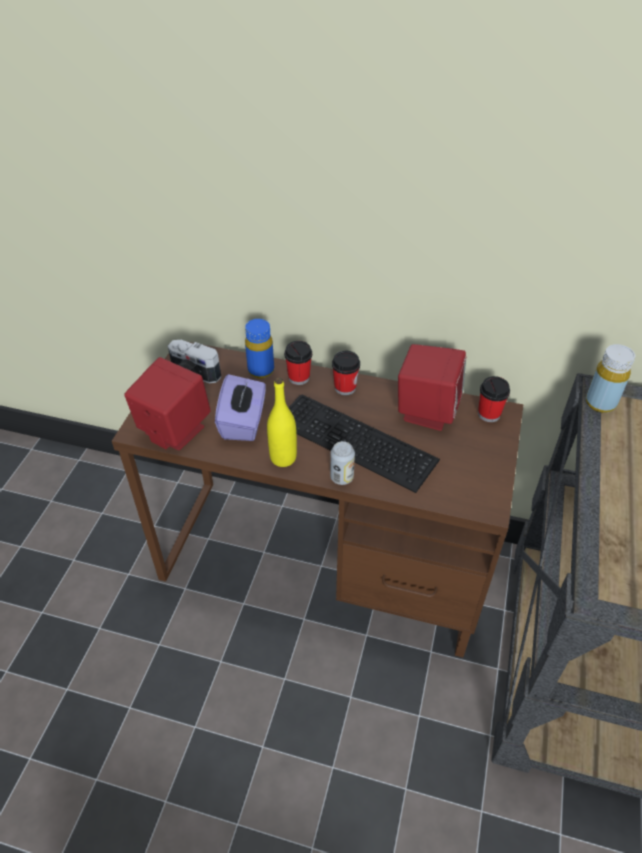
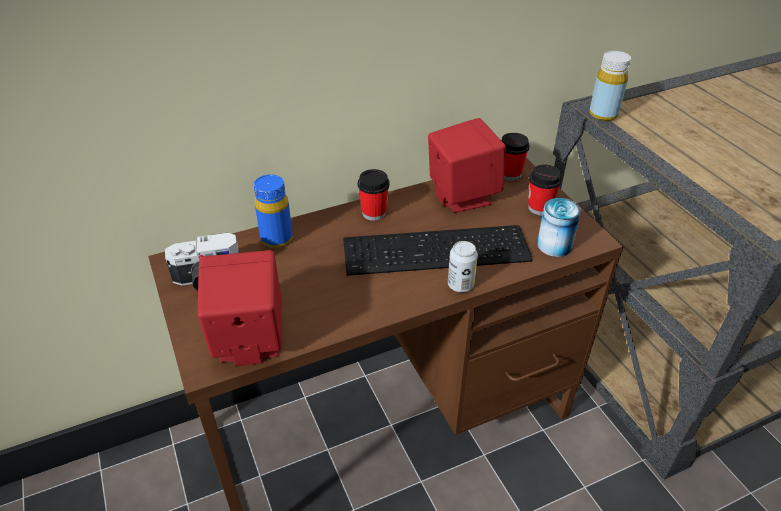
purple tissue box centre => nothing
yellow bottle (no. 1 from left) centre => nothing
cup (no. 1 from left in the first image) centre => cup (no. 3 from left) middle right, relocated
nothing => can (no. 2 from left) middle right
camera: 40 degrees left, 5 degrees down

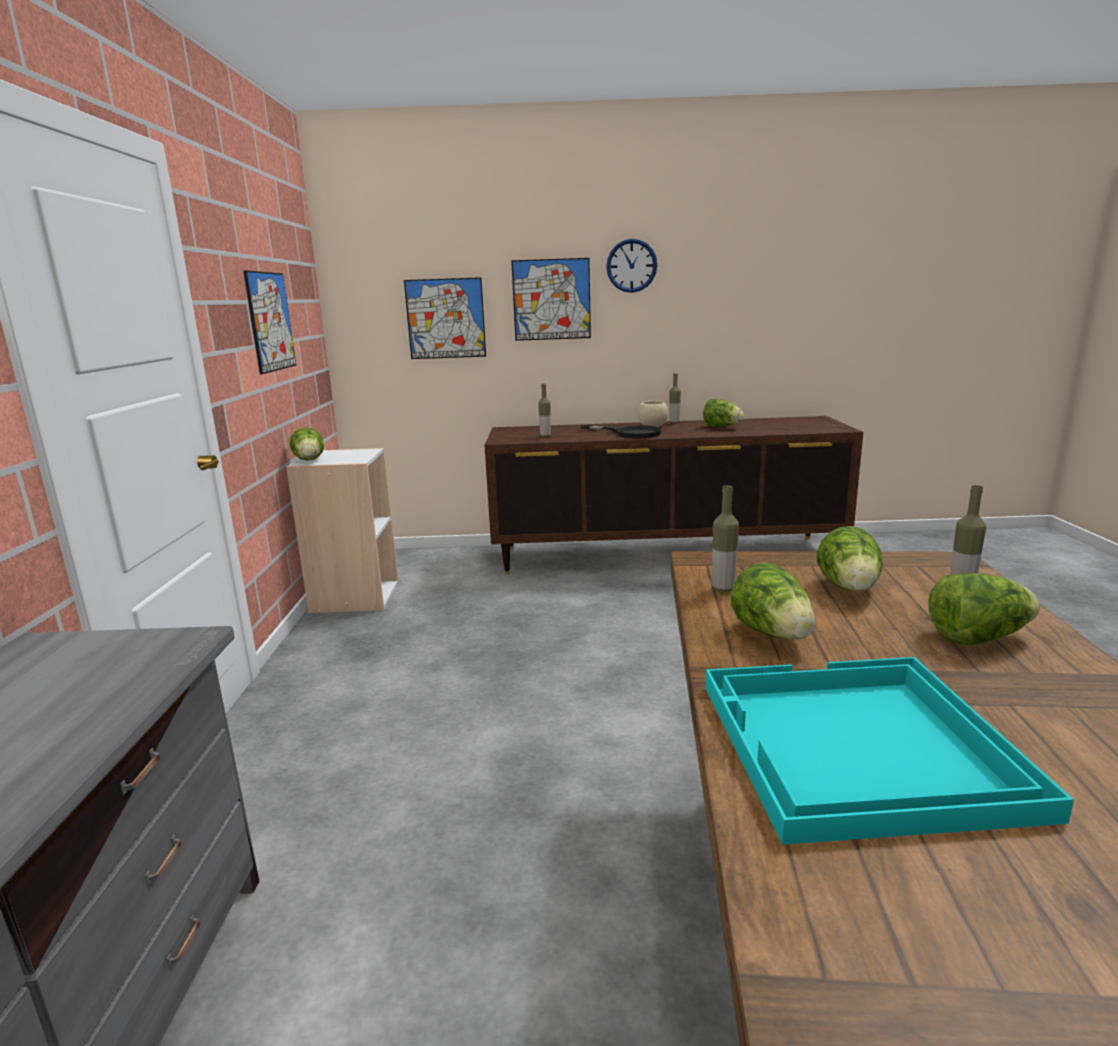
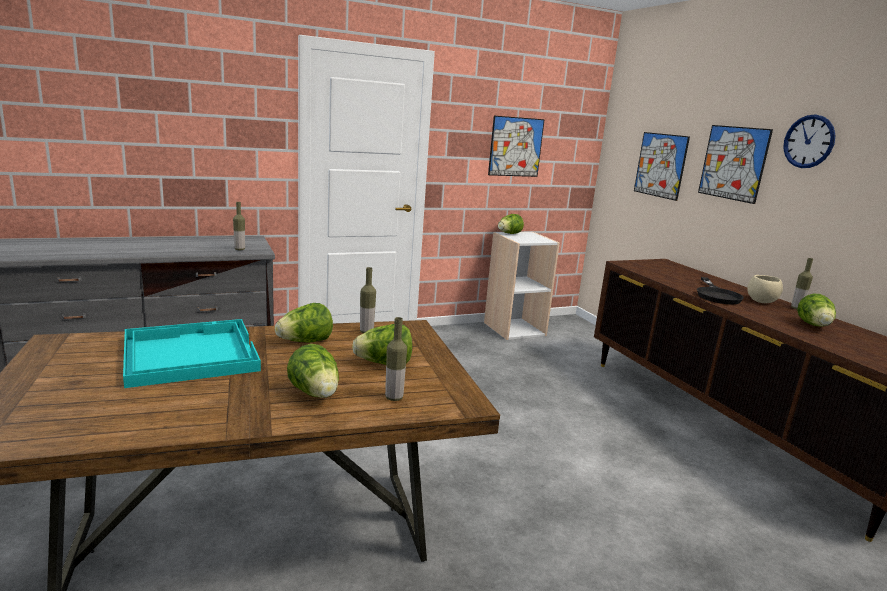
bottle (no. 1 from left) centre => bottle (no. 1 from left) middle left, relocated
camera: 65 degrees right, 0 degrees up

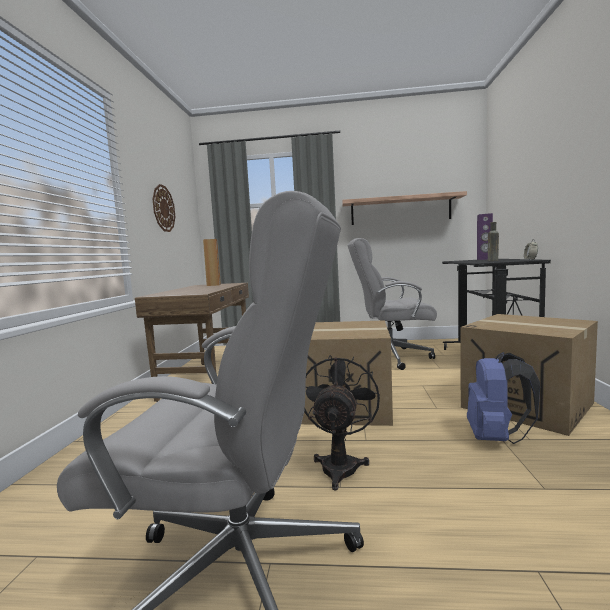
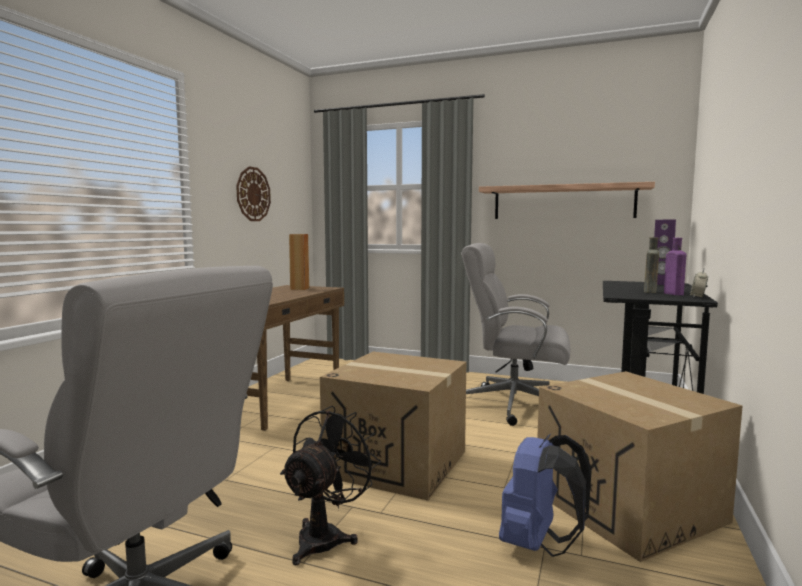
nothing => purple bottle middle right
camera: 15 degrees right, 0 degrees up

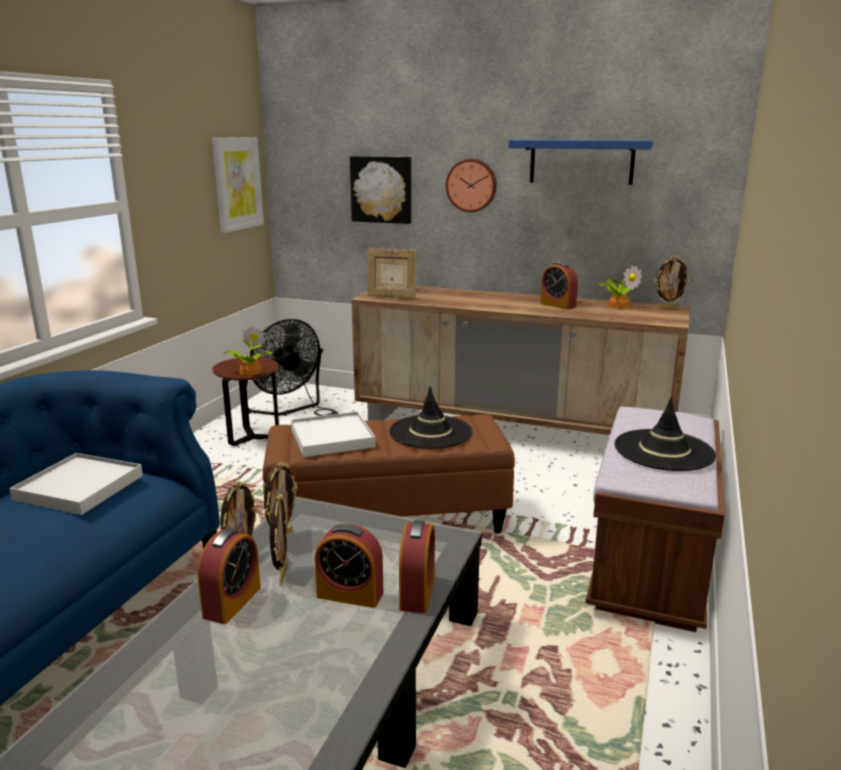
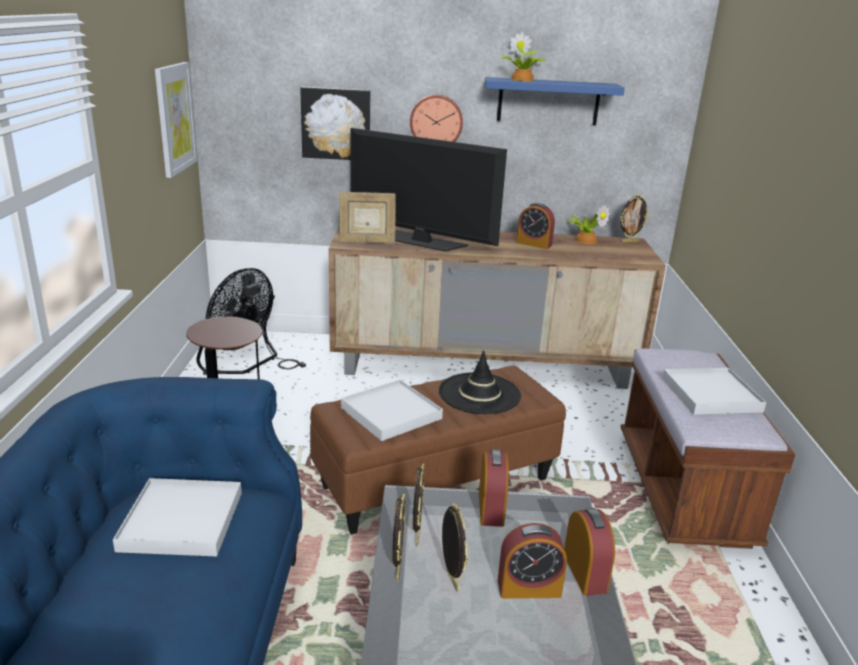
alarm clock (no. 1 from left) bottom left => alarm clock (no. 1 from left) bottom centre, relocated
potted plant (no. 1 from left) middle left => potted plant (no. 1 from left) top centre, relocated
black hat (no. 2 from left) middle right => white tray (no. 3 from left) middle right
nothing => television top centre
camera: 20 degrees left, 5 degrees up

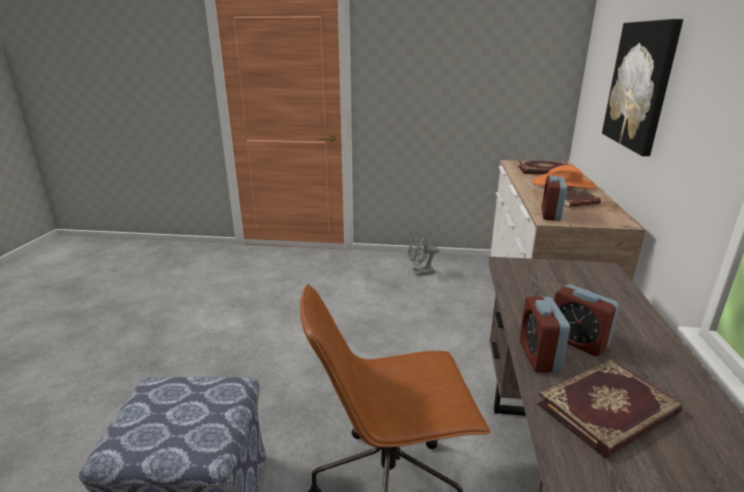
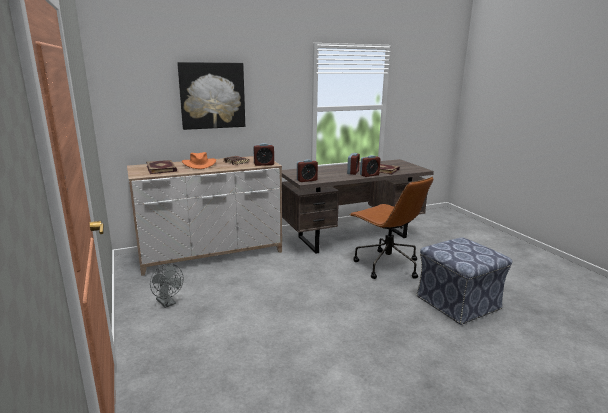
nothing => alarm clock (no. 2 from left) centre
camera: 120 degrees left, 5 degrees down

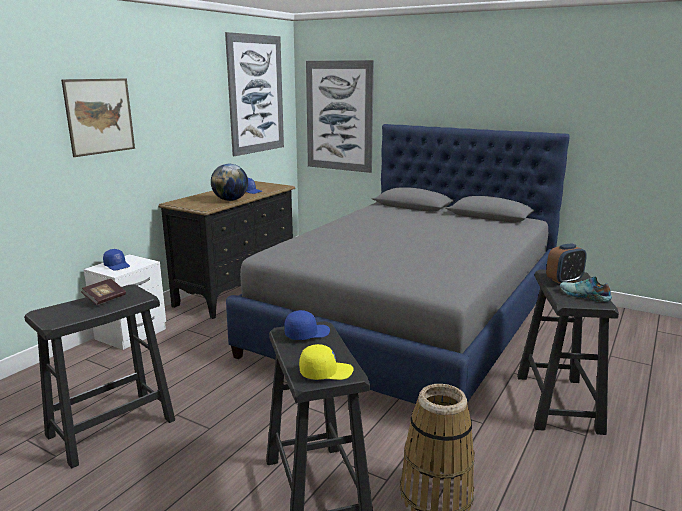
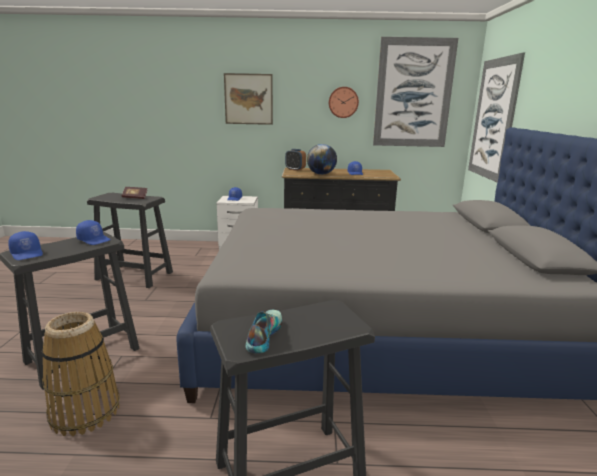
yellow cap bottom centre => blue cap (no. 1 from left) middle left
alarm clock middle right => alarm clock centre, relocated
nothing => wall clock top centre
camera: 60 degrees right, 0 degrees up

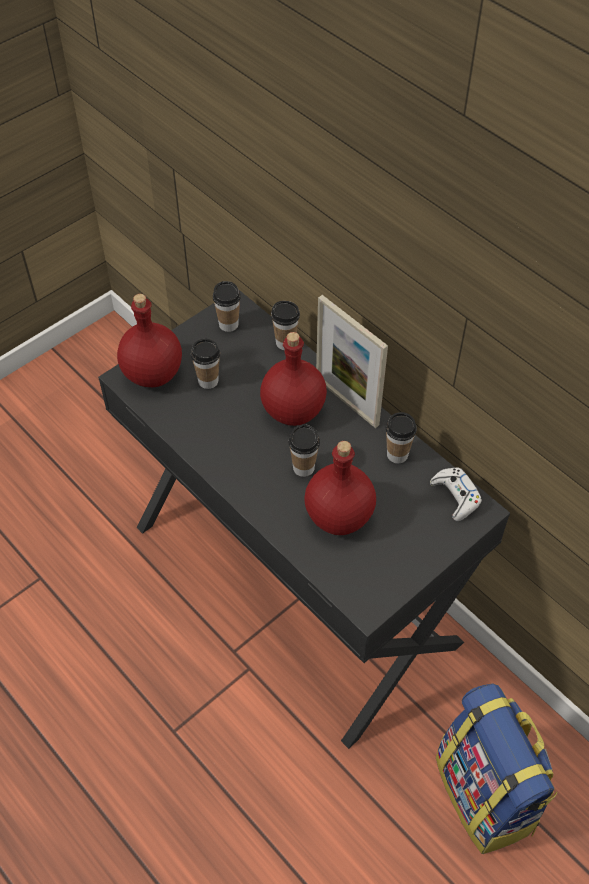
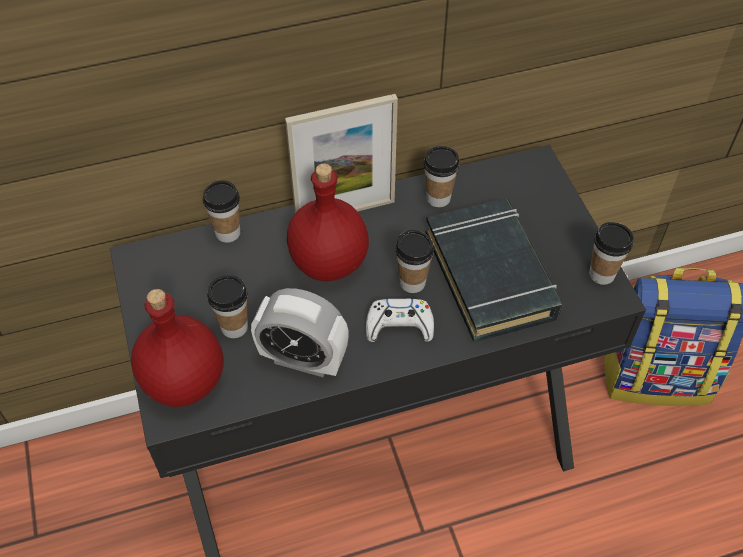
cup (no. 2 from left in the first image) centre => cup (no. 5 from left) middle right, relocated
red bottle (no. 3 from left) centre => black book centre
white game controller middle right => white game controller centre, relocated
nothing => alarm clock centre
camera: 65 degrees left, 0 degrees up

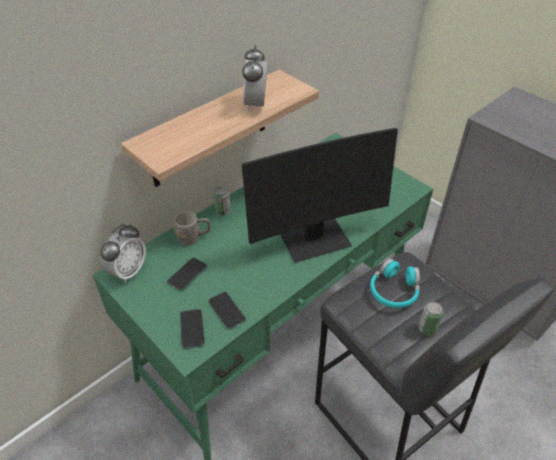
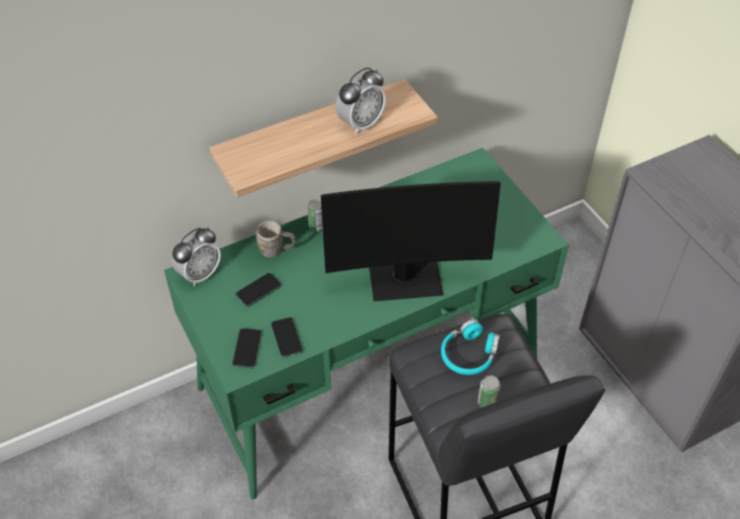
alarm clock (no. 2 from left) top centre, 150 degrees counterclockwise
camera: 15 degrees right, 5 degrees up

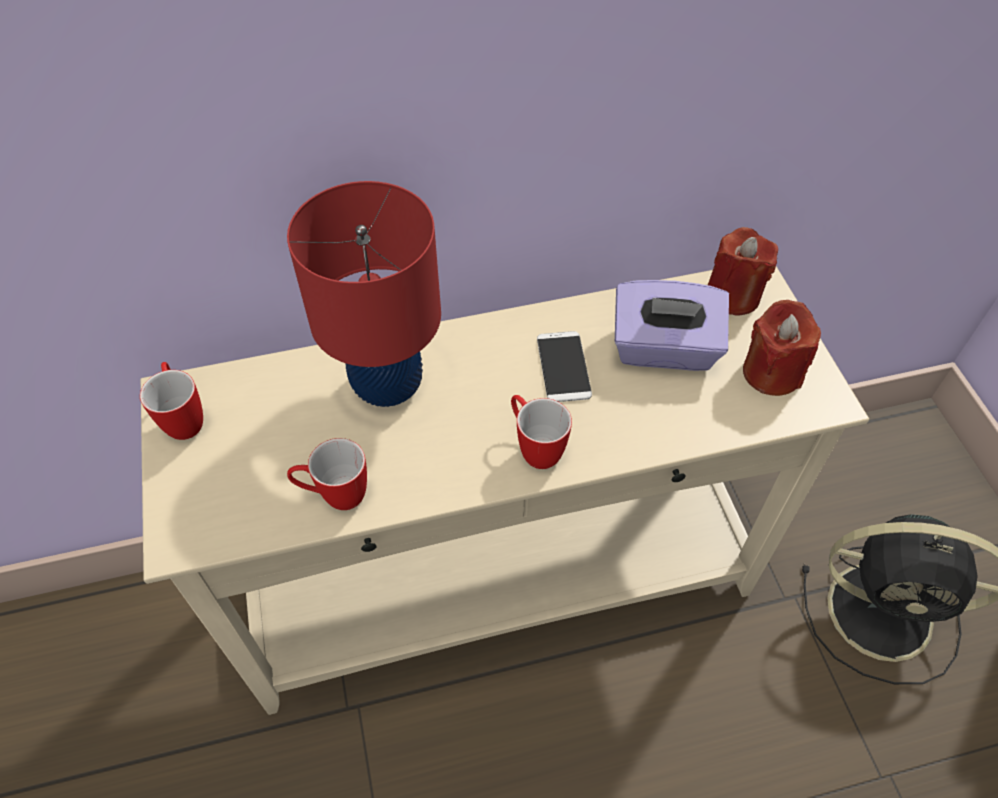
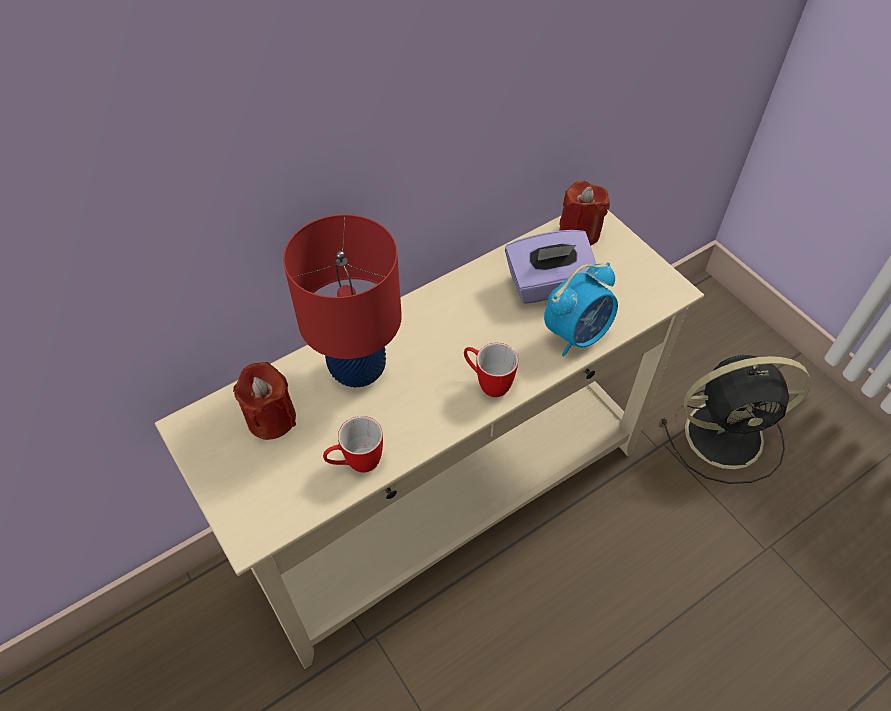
mug (no. 1 from left) middle left => nothing
phone centre => nothing
red candle (no. 2 from left in the first image) middle right => red candle (no. 1 from left) middle left, relocated
nothing => alarm clock centre
camera: 20 degrees left, 0 degrees up

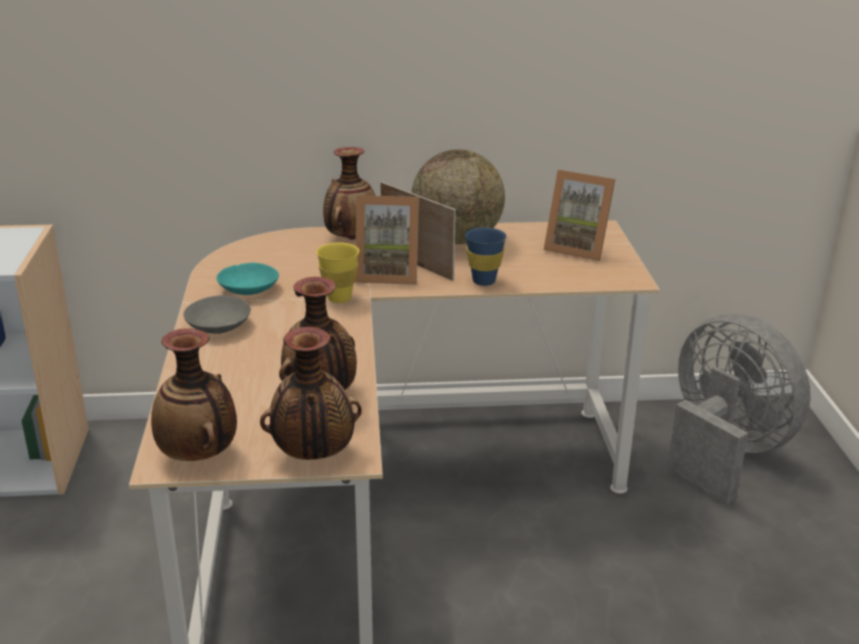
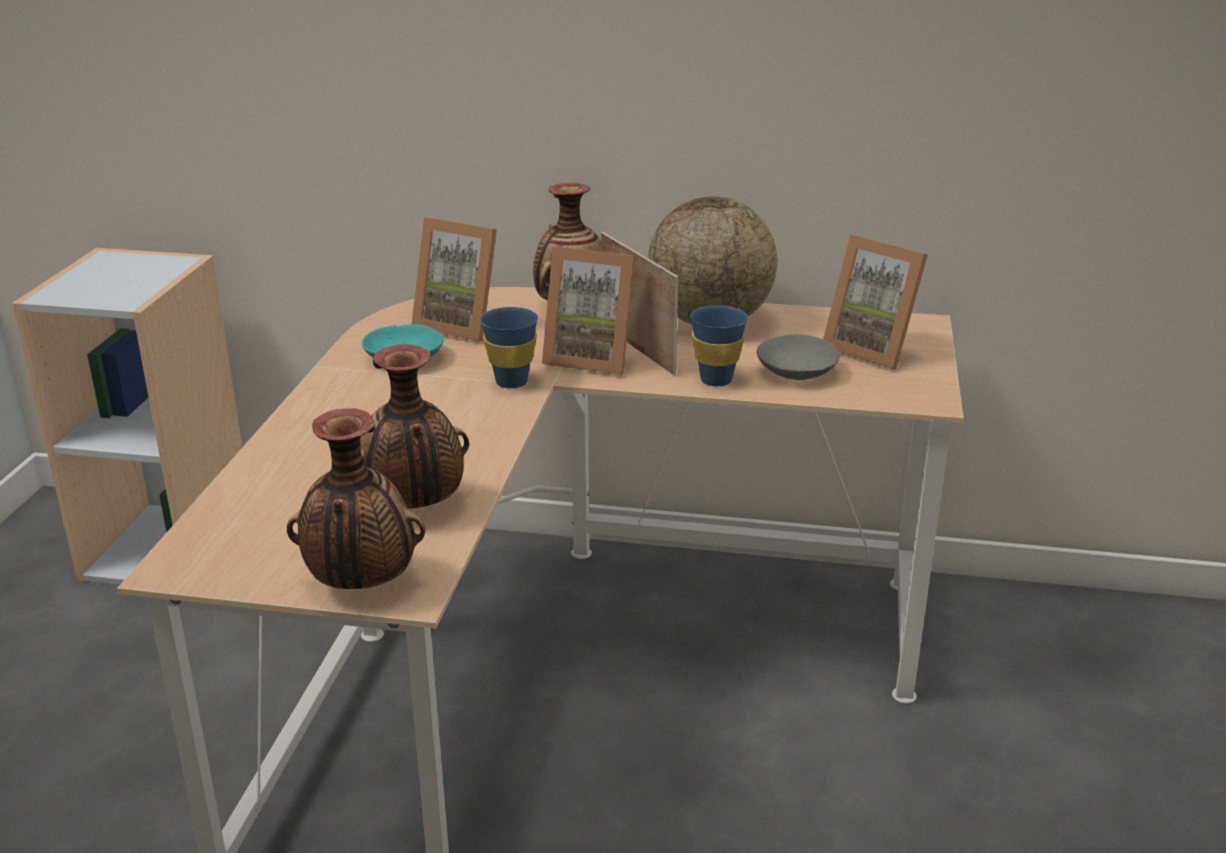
vase (no. 1 from left) middle left => nothing
grey bowl middle left => grey bowl centre, relocated
yellow cup centre => blue cup (no. 1 from left) centre
grey fan middle right => nothing
nothing => picture frame (no. 1 from left) top centre
camera: 15 degrees right, 0 degrees up

